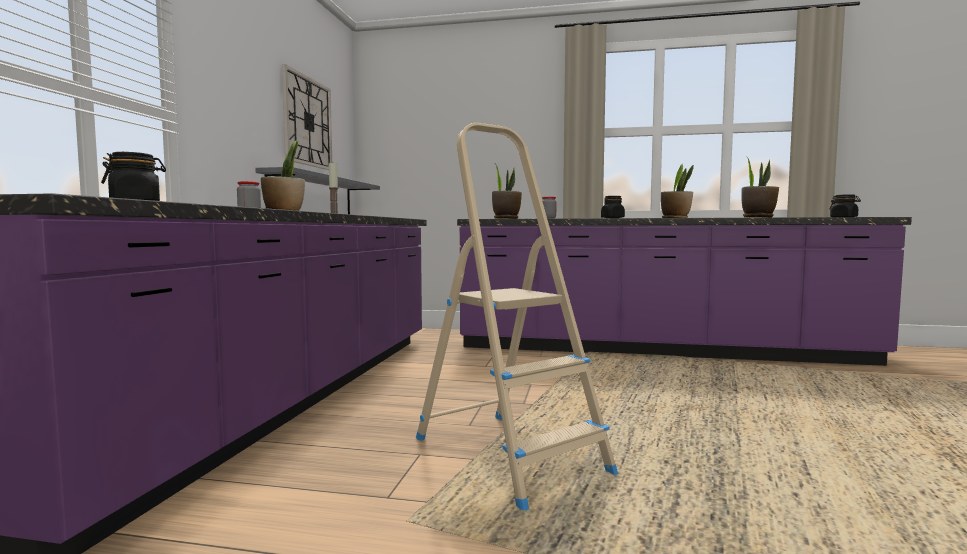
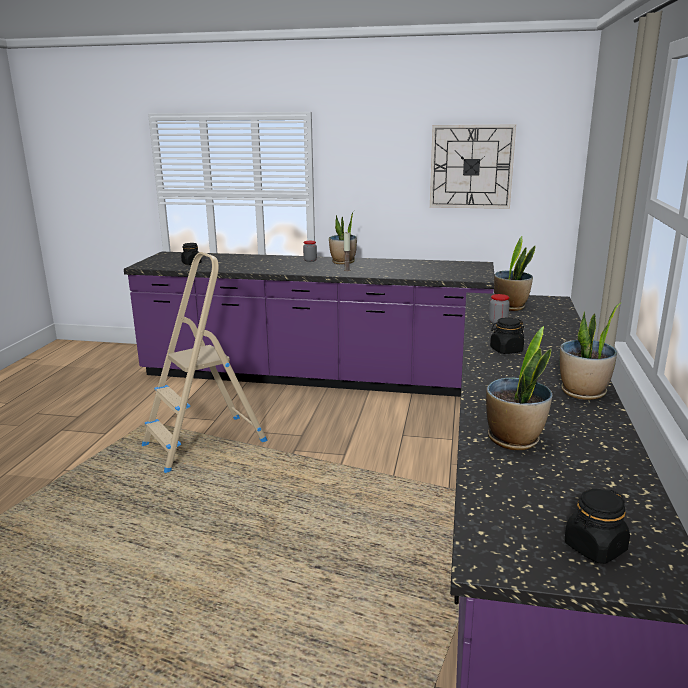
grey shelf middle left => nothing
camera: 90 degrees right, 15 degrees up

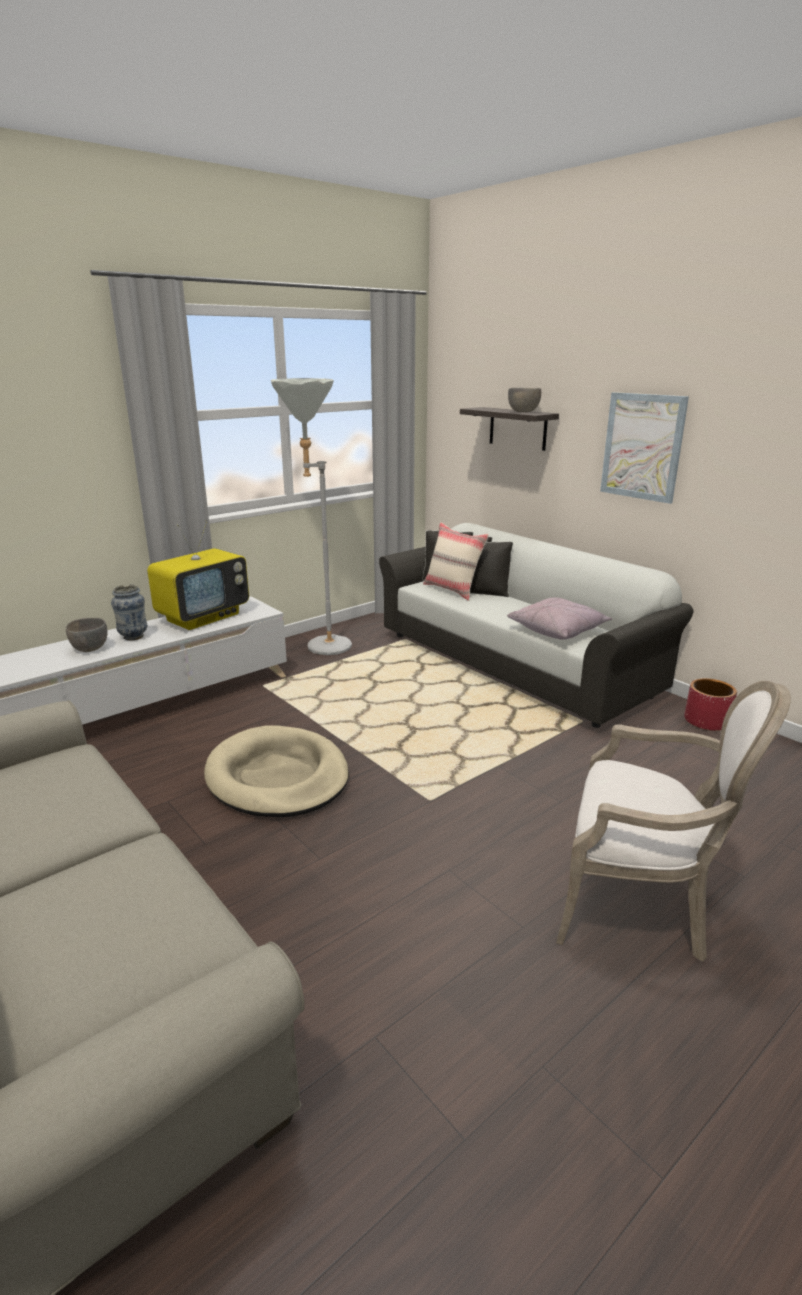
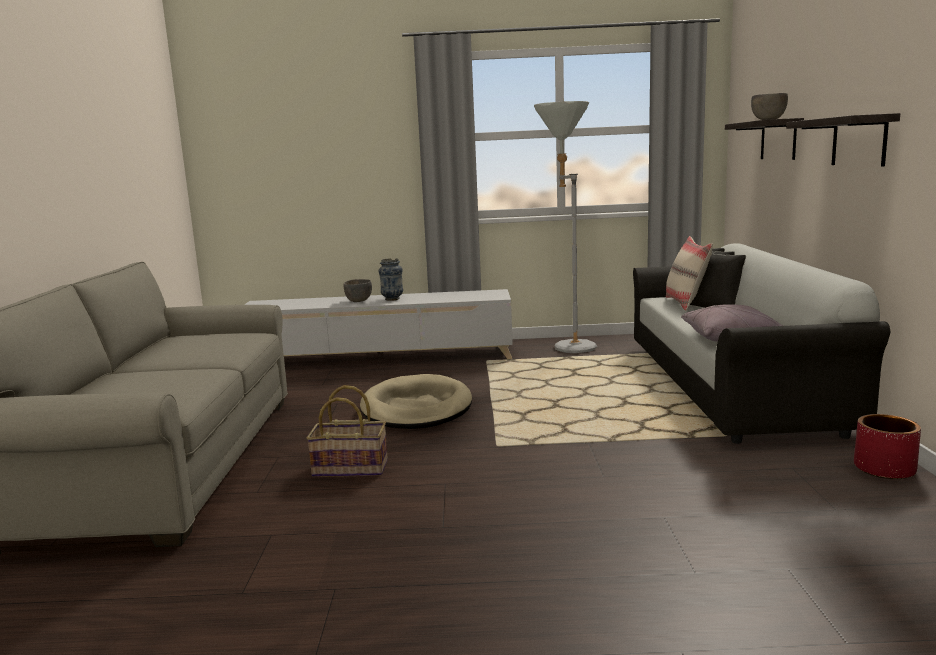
television middle left => nothing
armchair middle right => nothing
picture middle right => shelf (no. 2 from left) top right
nothing => basket centre
camera: 40 degrees right, 10 degrees down

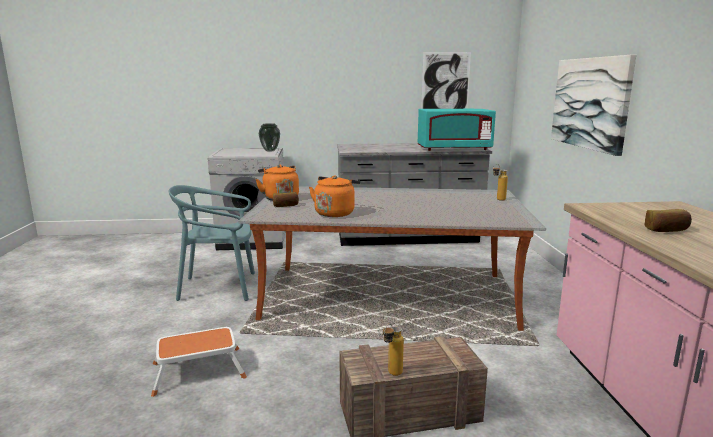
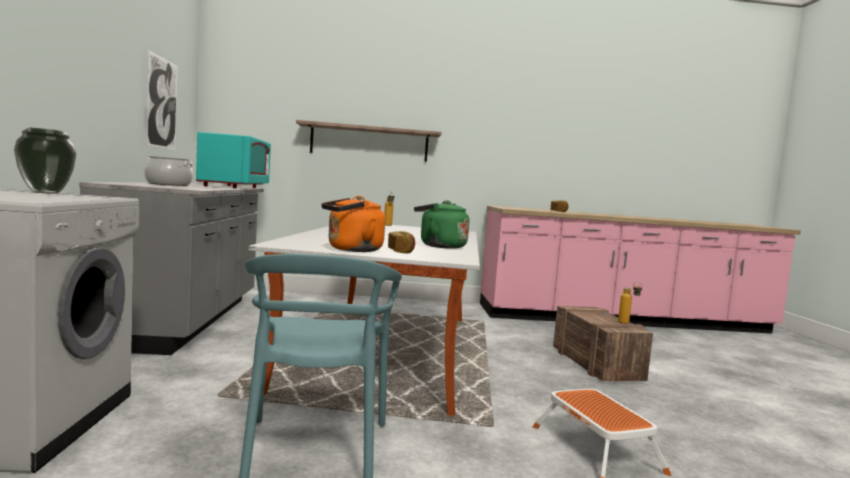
orange kettle (no. 2 from left) centre => green kettle centre
picture (no. 2 from left) top right => shelf top centre
nothing => cooking pot middle left
camera: 90 degrees left, 10 degrees down

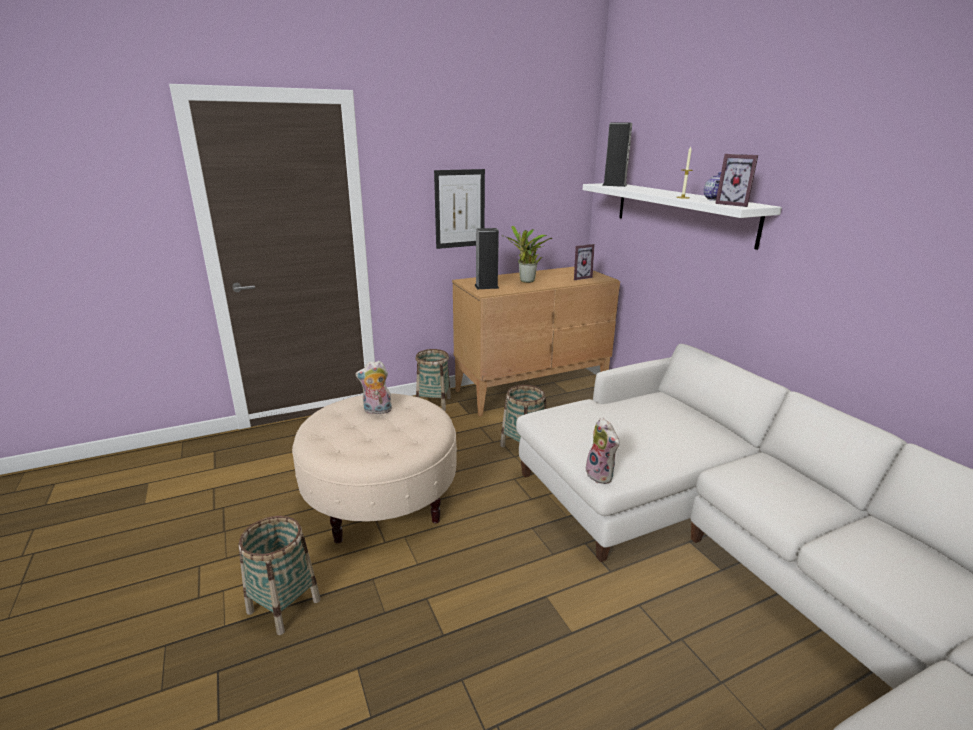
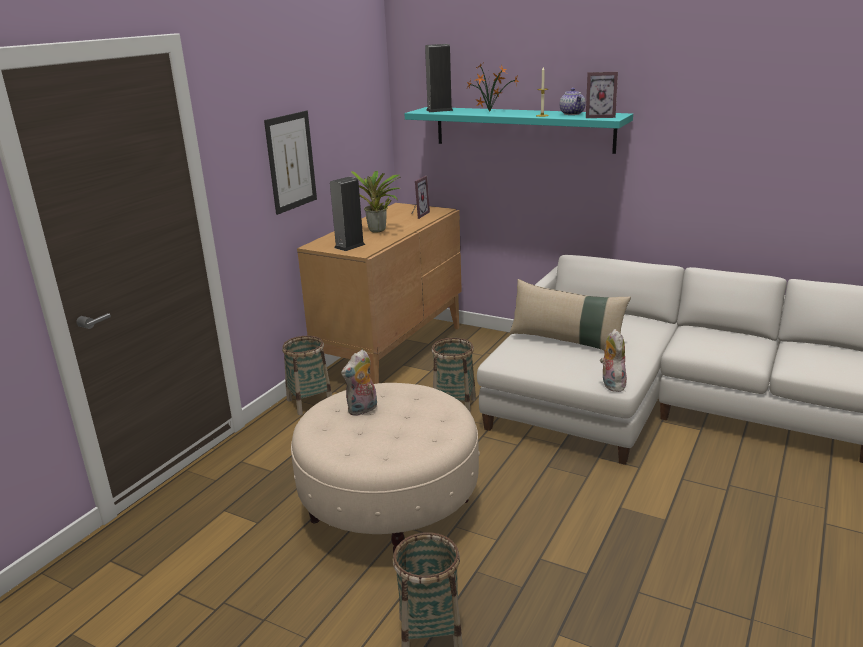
white shelf top right => turquoise shelf top centre
plush toy (no. 2 from left) centre => plush toy (no. 2 from left) middle right, 120 degrees counterclockwise
nothing => potted plant (no. 2 from left) top centre
nothing => beige pillow centre
camera: 35 degrees left, 0 degrees up

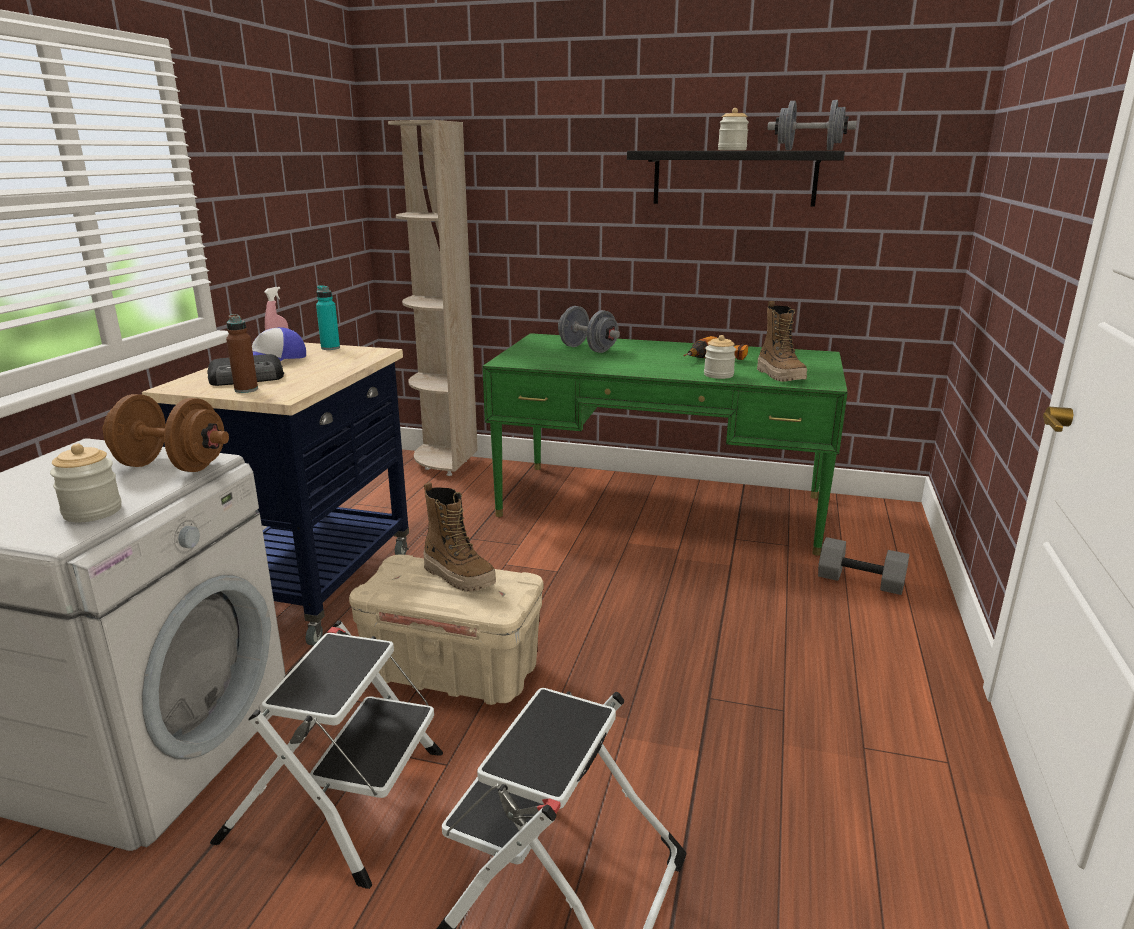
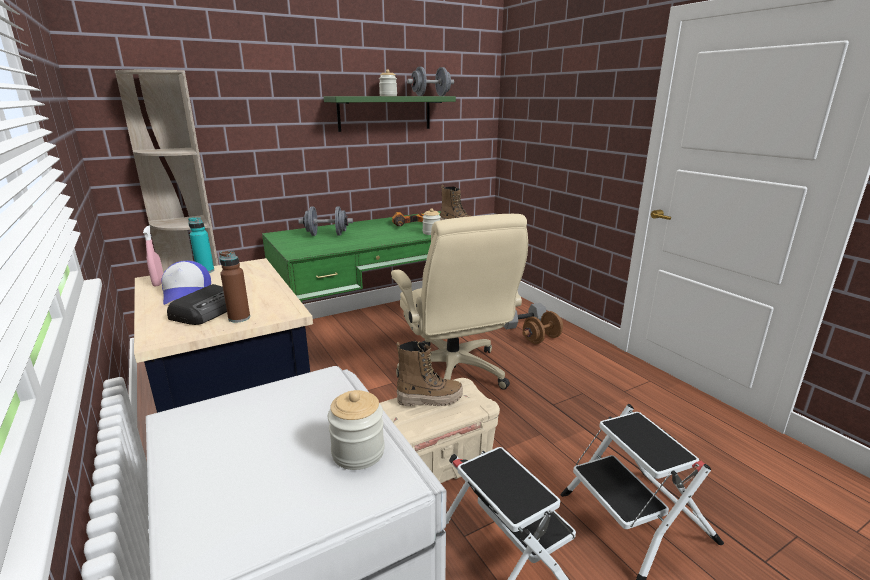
brown dumbbell middle left => brown dumbbell centre, relocated
black shelf top centre => green shelf top centre
nothing => beige office chair centre
camera: 45 degrees left, 0 degrees up

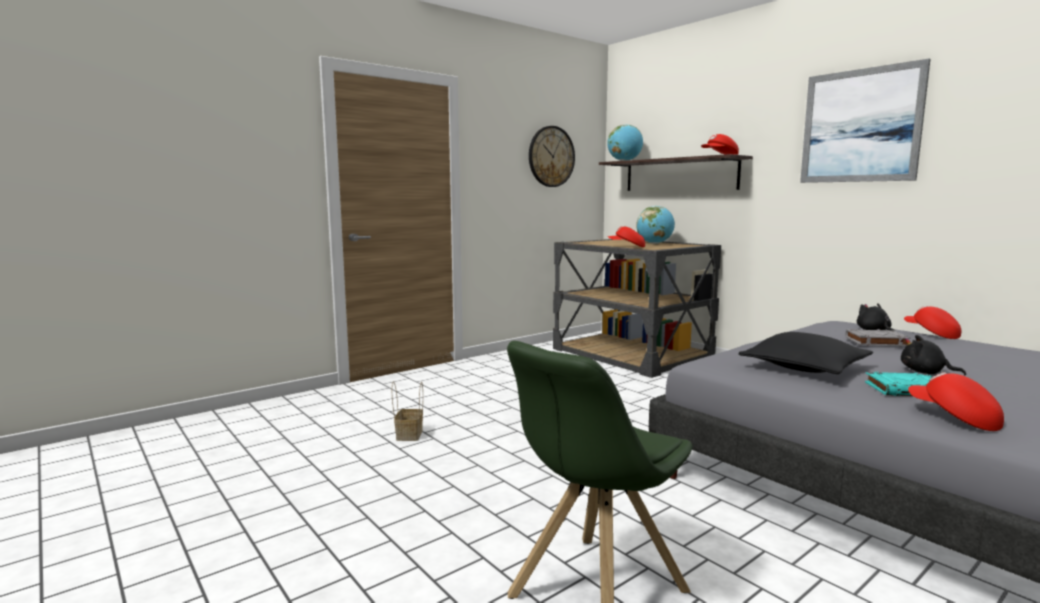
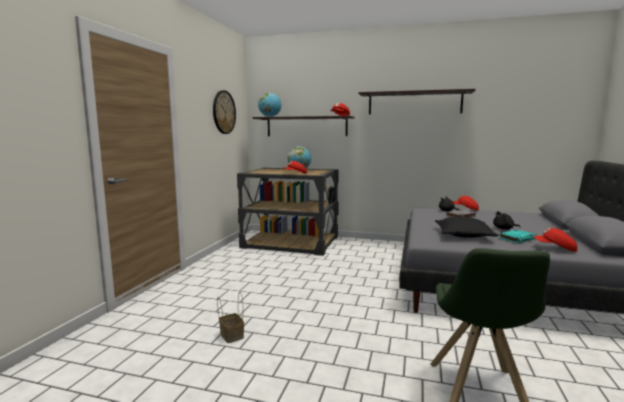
picture top right => shelf (no. 2 from left) top right
camera: 35 degrees left, 0 degrees up

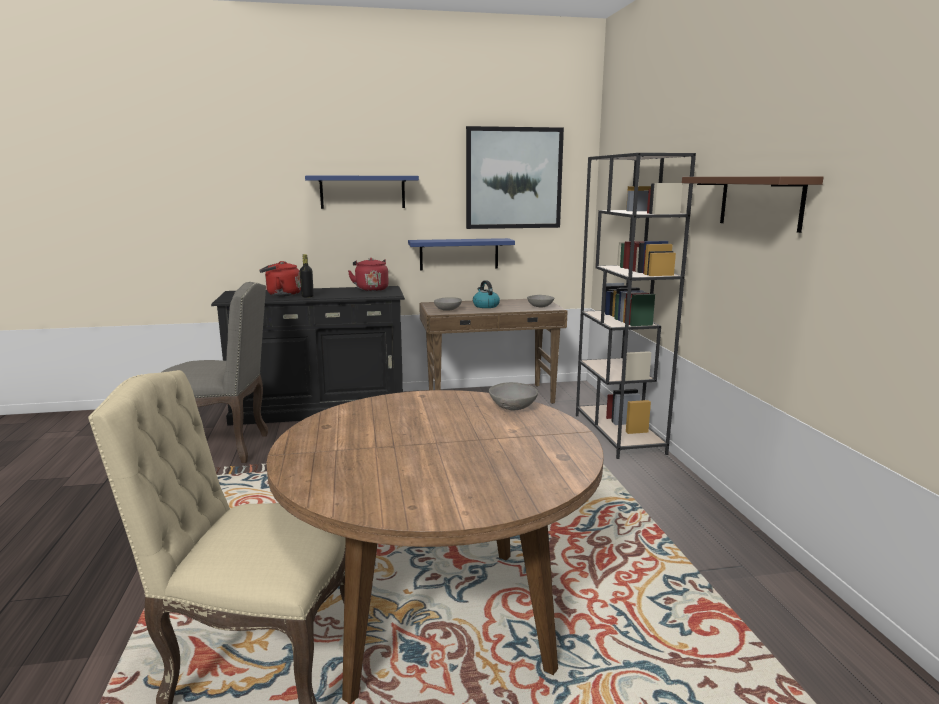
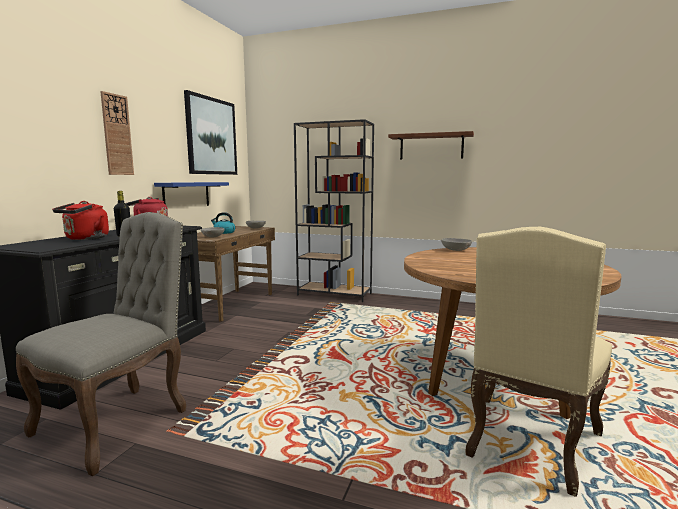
blue shelf (no. 1 from left) top centre => wall clock top left
camera: 60 degrees left, 5 degrees down

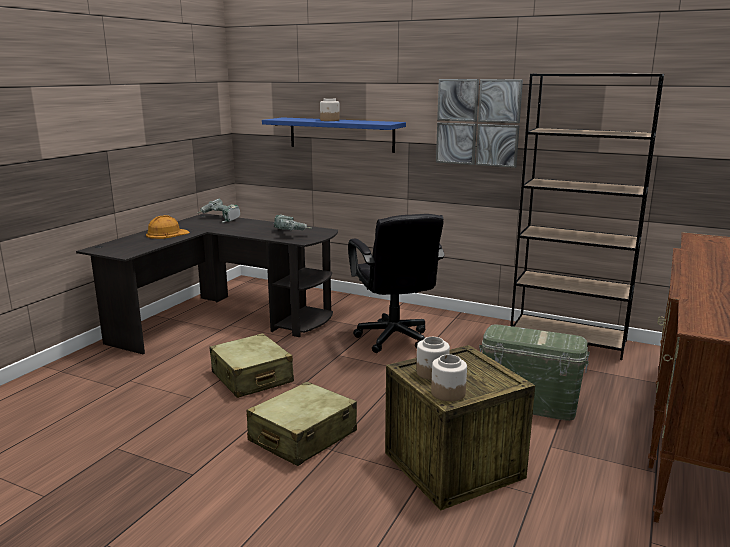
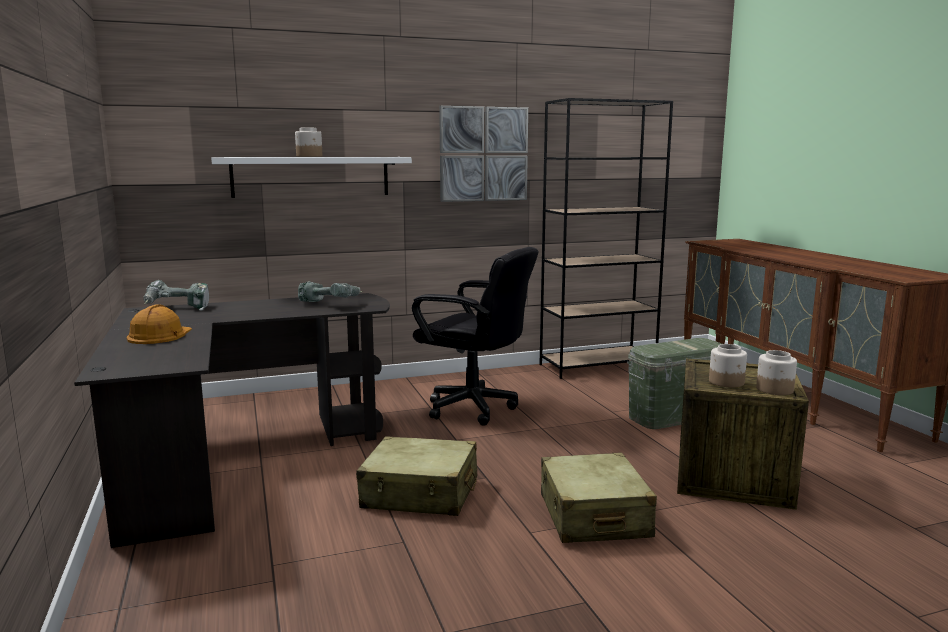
blue shelf top centre => white shelf top left
camera: 45 degrees left, 5 degrees down

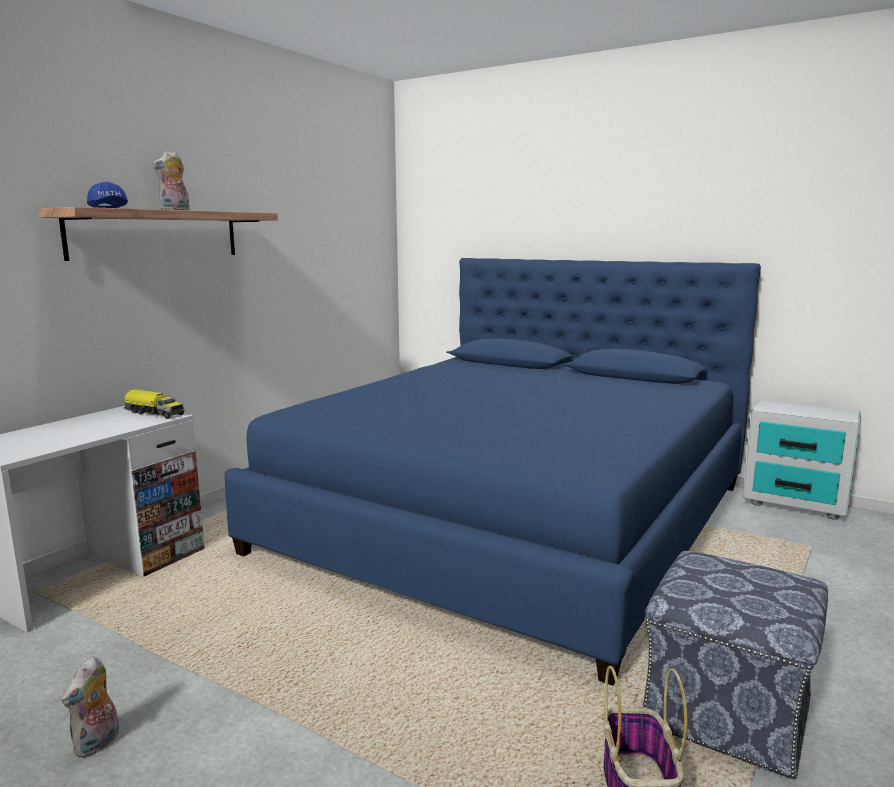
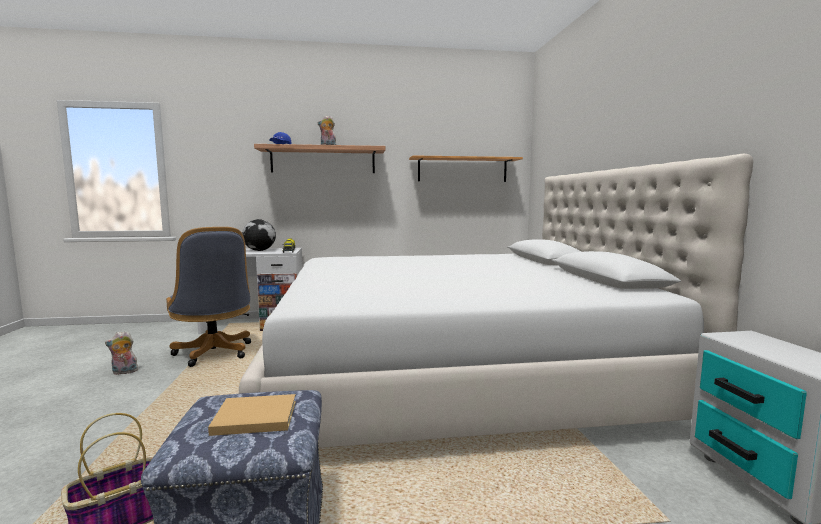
blue bed centre => white bed centre
nothing => blue office chair middle left
nothing => beige book bottom left
nothing => globe middle left
nothing => shelf (no. 2 from left) top centre
camera: 50 degrees right, 5 degrees down

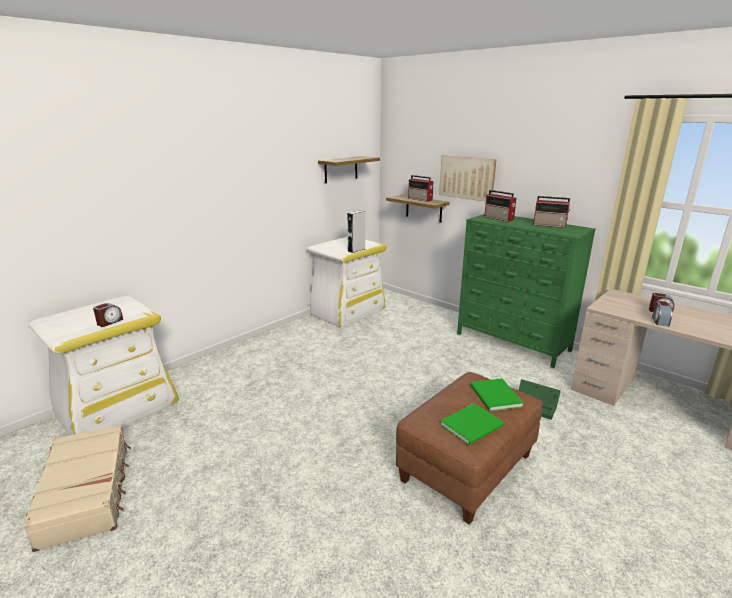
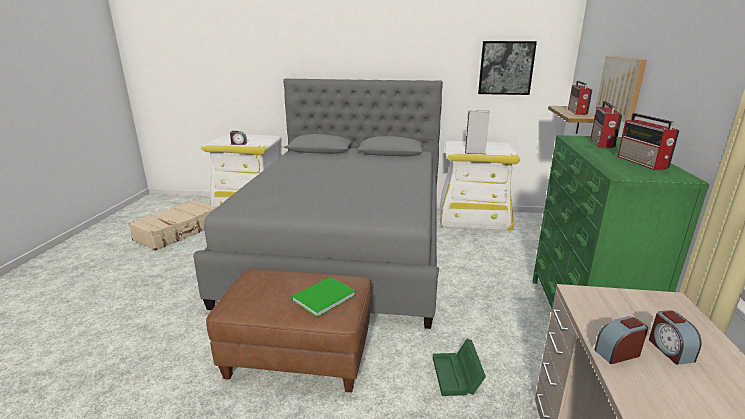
shelf (no. 1 from left) top centre => picture (no. 1 from left) top right
green book (no. 1 from left) bottom centre => nothing
nothing => grey bed centre
camera: 55 degrees right, 0 degrees up

